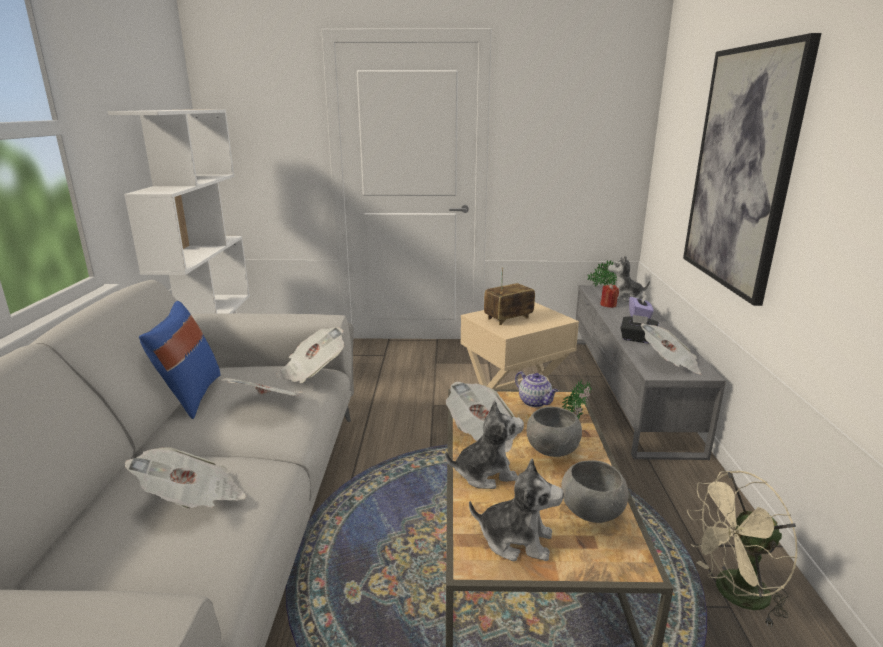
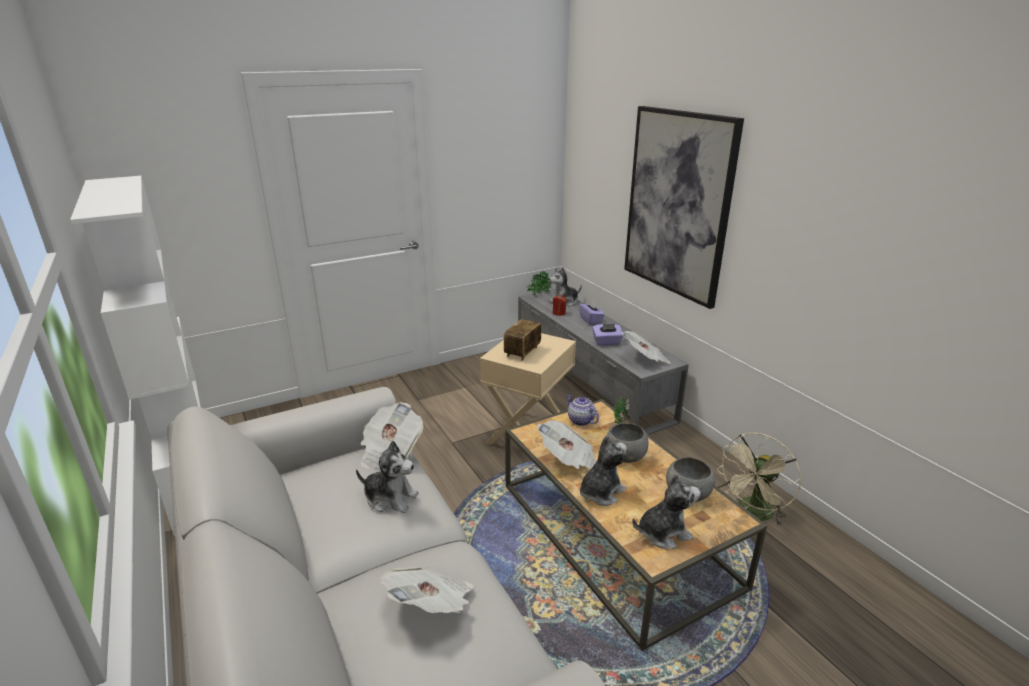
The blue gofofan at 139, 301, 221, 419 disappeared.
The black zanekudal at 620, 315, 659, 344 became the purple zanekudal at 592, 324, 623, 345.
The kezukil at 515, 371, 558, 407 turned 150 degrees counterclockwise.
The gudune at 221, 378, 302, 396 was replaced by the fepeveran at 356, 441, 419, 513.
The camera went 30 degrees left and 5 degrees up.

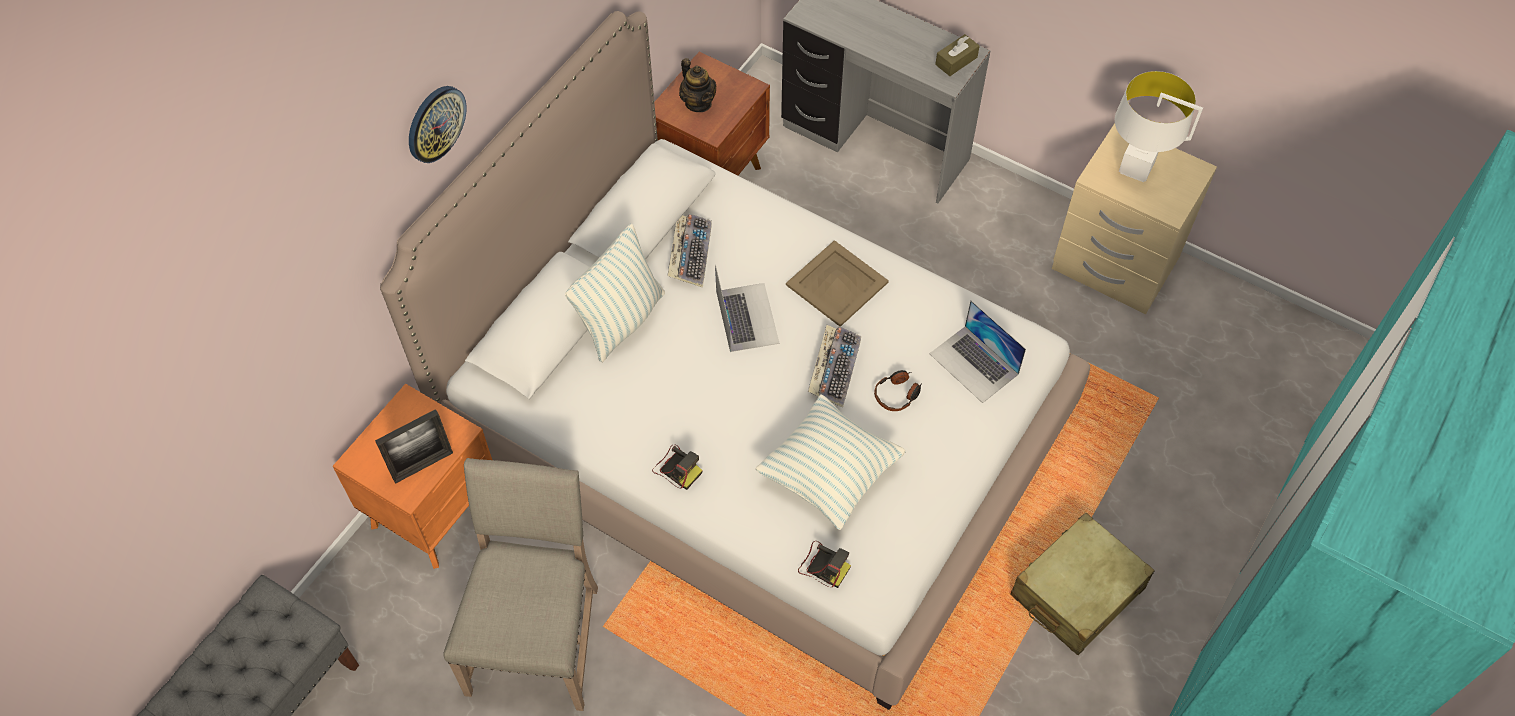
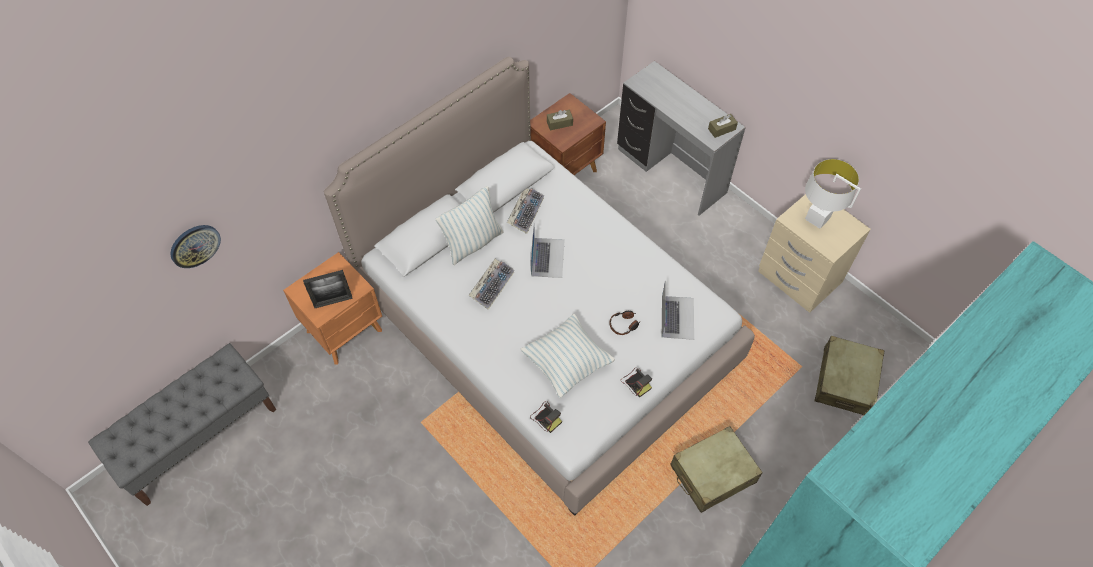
The kezukil at 679, 58, 716, 112 was replaced by the brown zanekudal at 547, 110, 573, 130.
The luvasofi moved from 409, 86, 467, 163 to 170, 225, 221, 268.
The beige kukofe at 786, 240, 889, 327 disappeared.
The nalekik at 929, 300, 1026, 403 turned 150 degrees counterclockwise.
The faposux moved from 808, 325, 861, 407 to 469, 259, 514, 310.
The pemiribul moved from 652, 445, 703, 490 to 621, 367, 652, 397.
The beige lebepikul at 443, 458, 598, 711 disappeared.
The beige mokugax at 814, 336, 885, 415 appeared.
The camera went 15 degrees right and 0 degrees up.

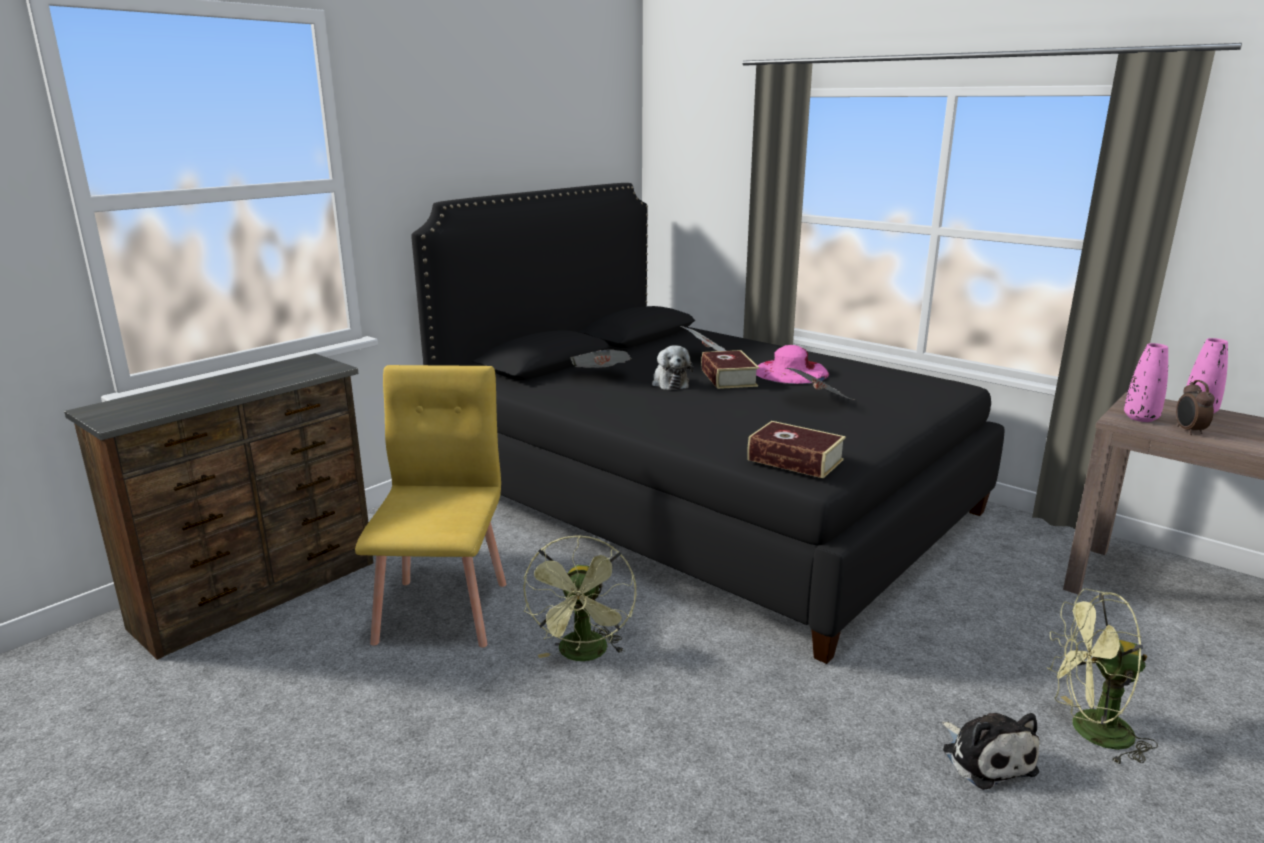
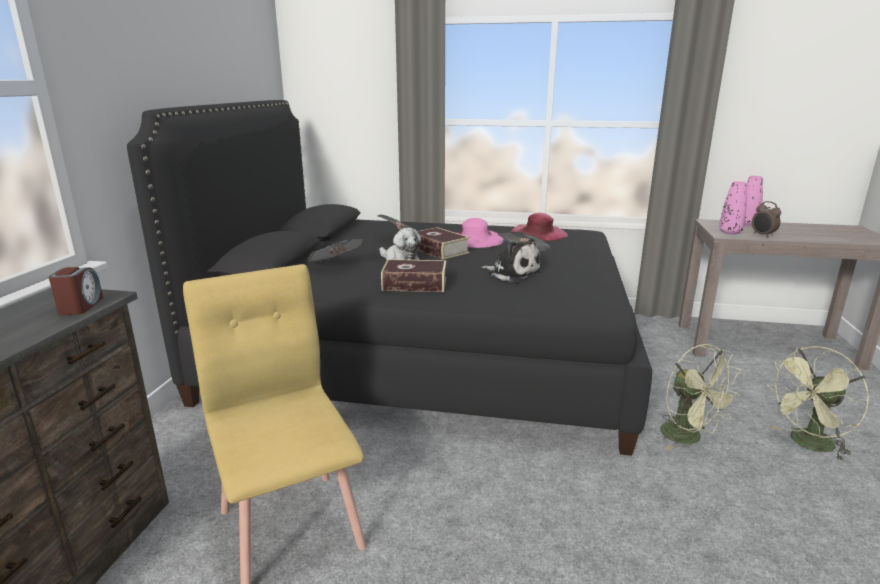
The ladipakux moved from 747, 421, 846, 478 to 381, 259, 446, 292.
The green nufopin moved from 523, 535, 637, 661 to 660, 344, 743, 451.
The fepeveran moved from 942, 713, 1039, 790 to 482, 238, 542, 282.
The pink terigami at 511, 213, 568, 241 appeared.
The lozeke at 49, 267, 103, 315 appeared.
The camera went 30 degrees left and 0 degrees up.

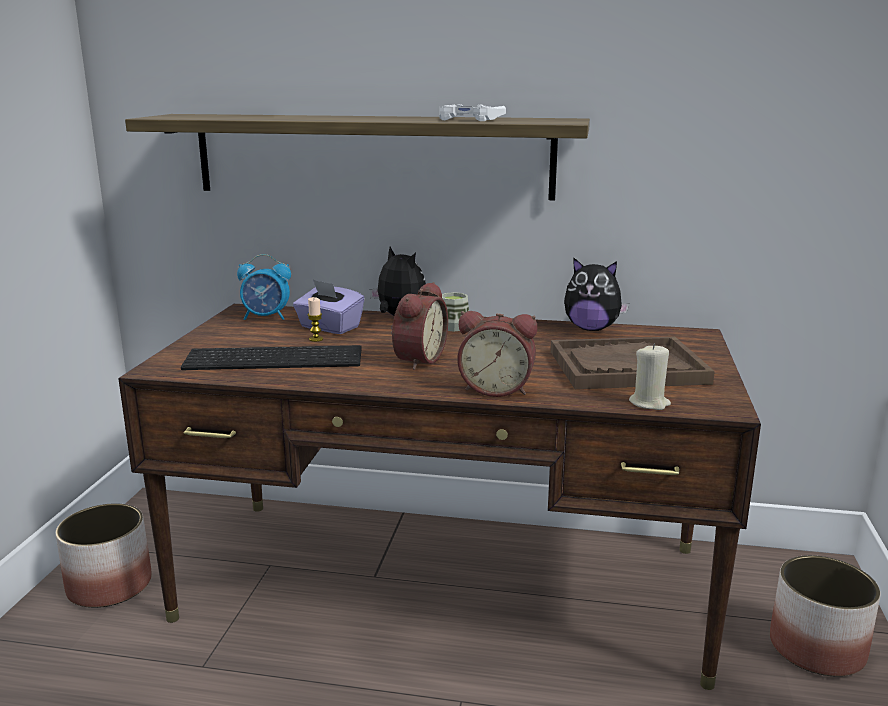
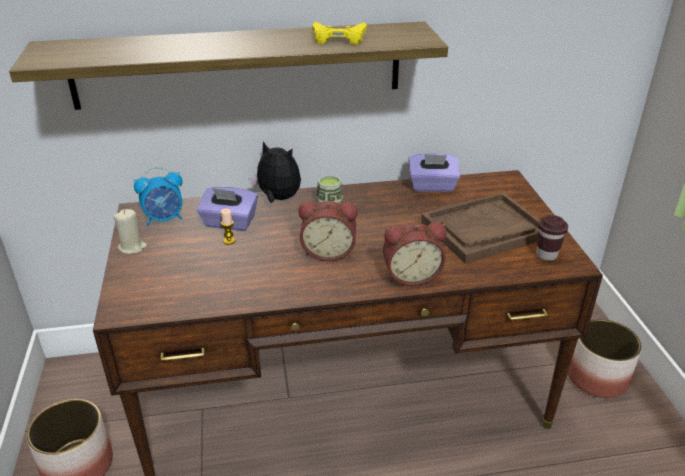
The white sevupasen at 440, 104, 506, 121 became the yellow sevupasen at 312, 21, 367, 45.
The fepeveran at 564, 258, 629, 331 was replaced by the purple zanekudal at 408, 153, 460, 192.
The lozeke at 391, 282, 448, 370 turned 90 degrees clockwise.
The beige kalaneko moved from 629, 344, 671, 410 to 113, 209, 147, 254.
The faposux at 181, 345, 362, 370 disappeared.
The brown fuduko at 537, 215, 568, 261 appeared.
The camera went 20 degrees left and 15 degrees up.

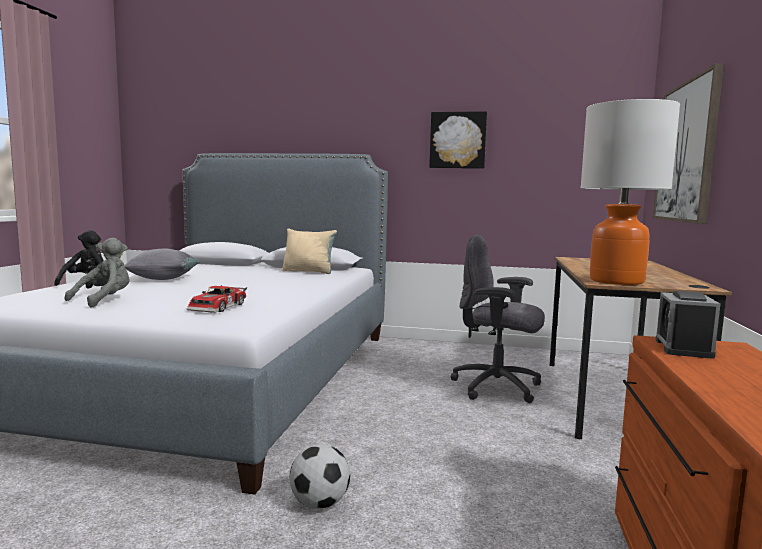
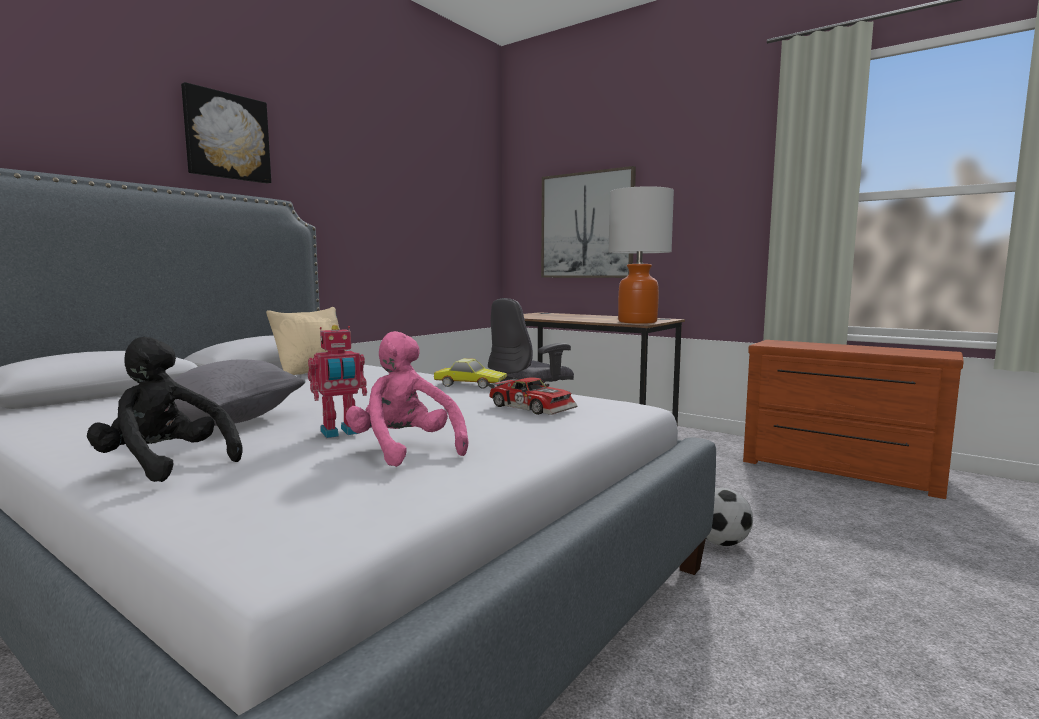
The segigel moved from 429, 111, 487, 169 to 181, 82, 271, 183.
The grey fepeveran at 65, 238, 129, 308 became the pink fepeveran at 346, 331, 468, 467.
The lozeke at 656, 291, 720, 359 disappeared.
The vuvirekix at 308, 325, 367, 438 appeared.
The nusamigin at 434, 358, 507, 389 appeared.
The camera went 65 degrees left and 0 degrees up.

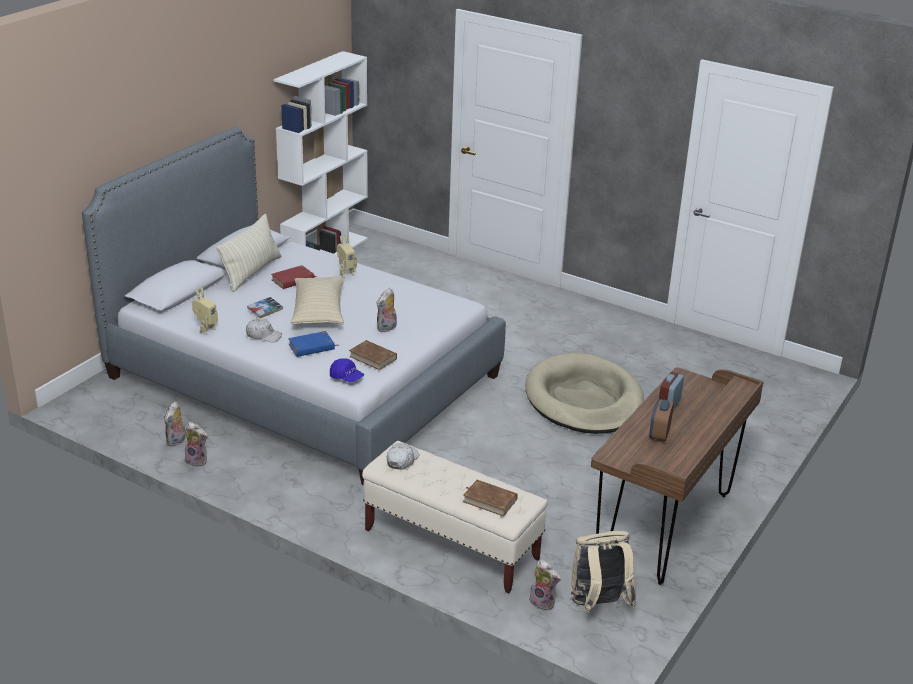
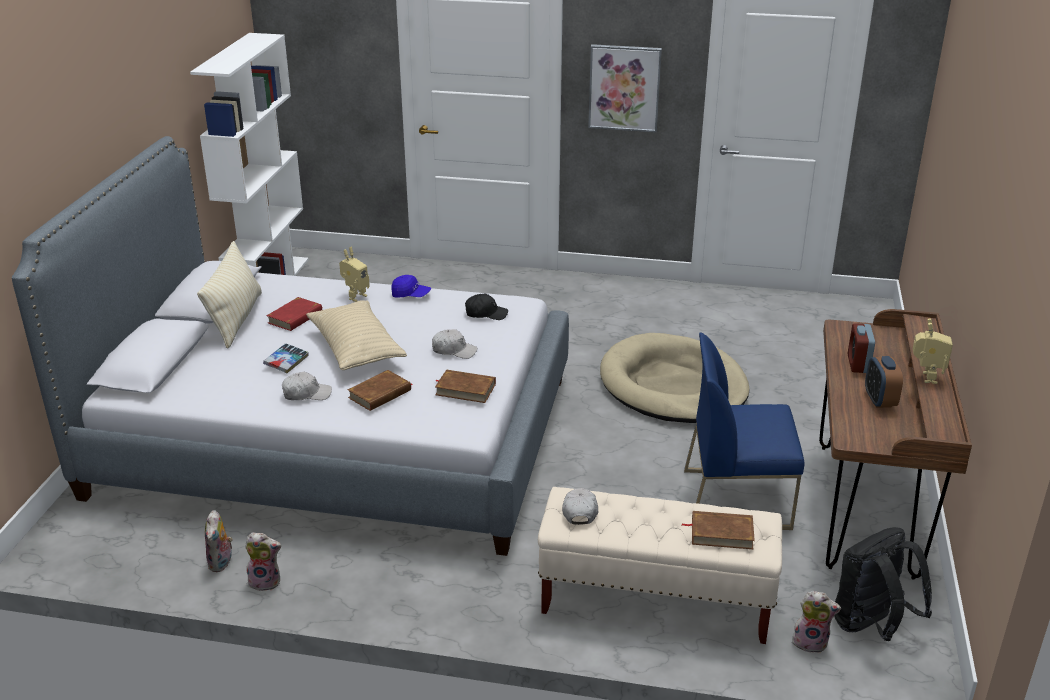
The vuvirekix moved from 192, 288, 218, 335 to 913, 318, 953, 384.
The fepeveran at 376, 288, 397, 332 was replaced by the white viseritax at 432, 329, 478, 359.
The blue ladipakux at 288, 331, 339, 357 became the brown ladipakux at 348, 370, 413, 411.
The blue viseritax moved from 330, 359, 364, 382 to 391, 275, 431, 298.
The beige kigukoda at 571, 531, 637, 613 became the black kigukoda at 834, 527, 932, 641.
The segigel at 588, 44, 662, 132 appeared.
The black viseritax at 465, 293, 508, 320 appeared.
The blue lebepikul at 684, 332, 804, 530 appeared.
The camera went 20 degrees left and 0 degrees up.

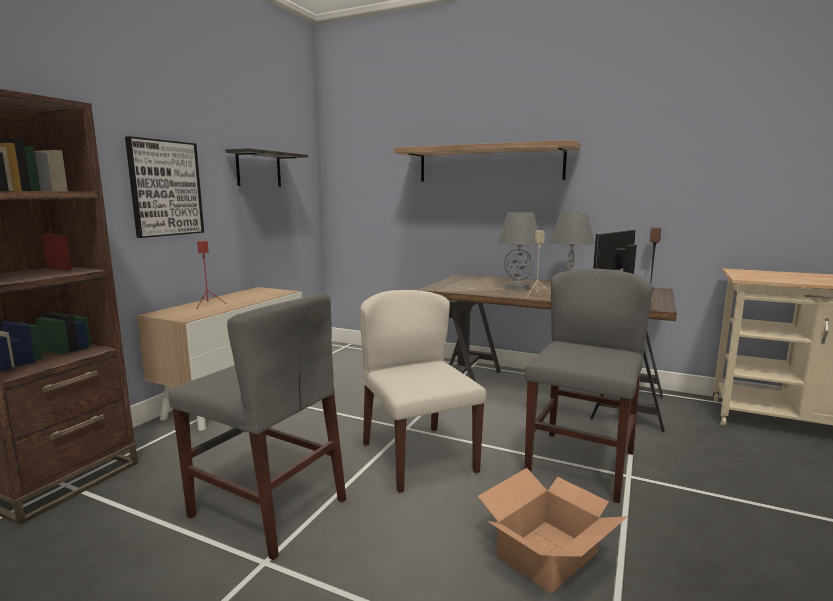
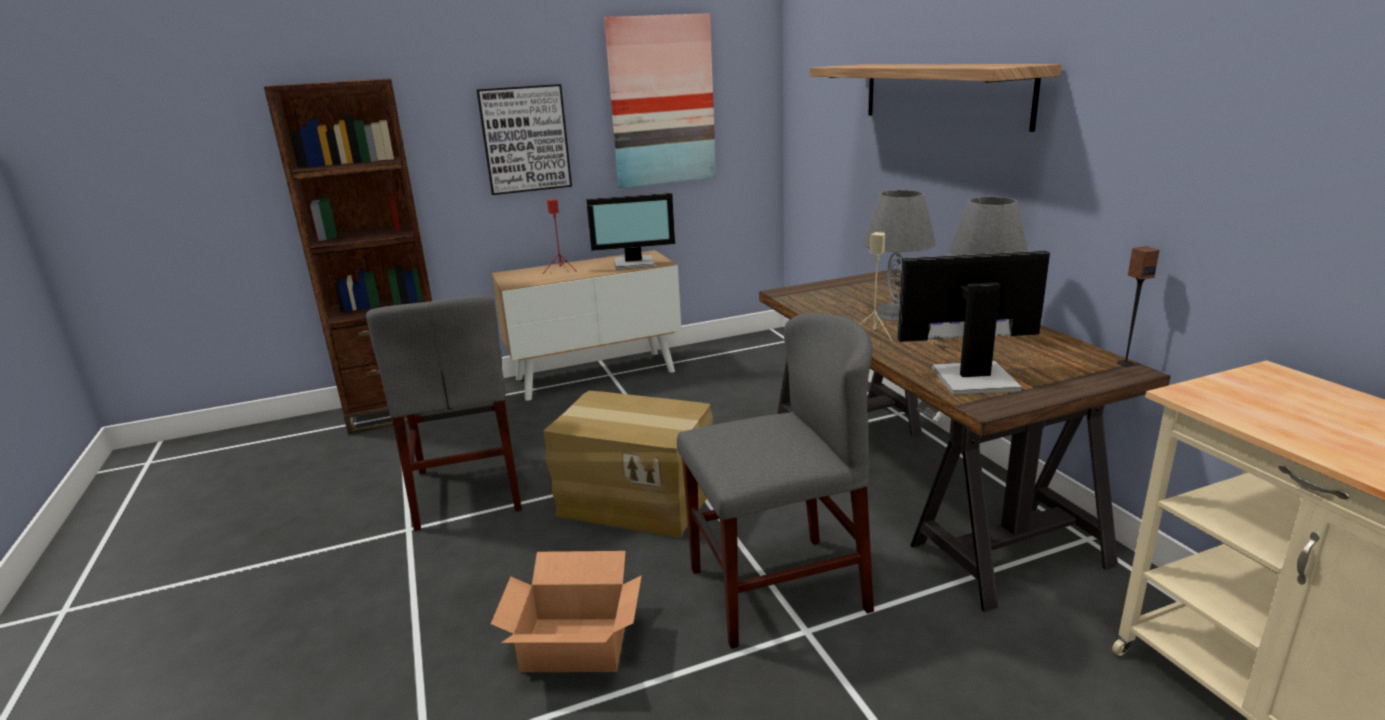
The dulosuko at 225, 148, 308, 187 was replaced by the segigel at 604, 13, 716, 188.
The beige lebepikul at 360, 290, 486, 493 was replaced by the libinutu at 544, 391, 713, 538.
The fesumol at 586, 193, 675, 270 appeared.
The camera went 45 degrees right and 10 degrees up.

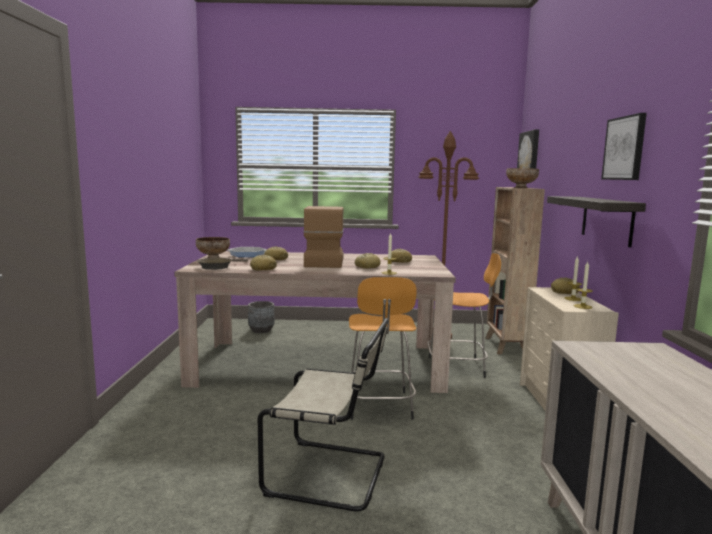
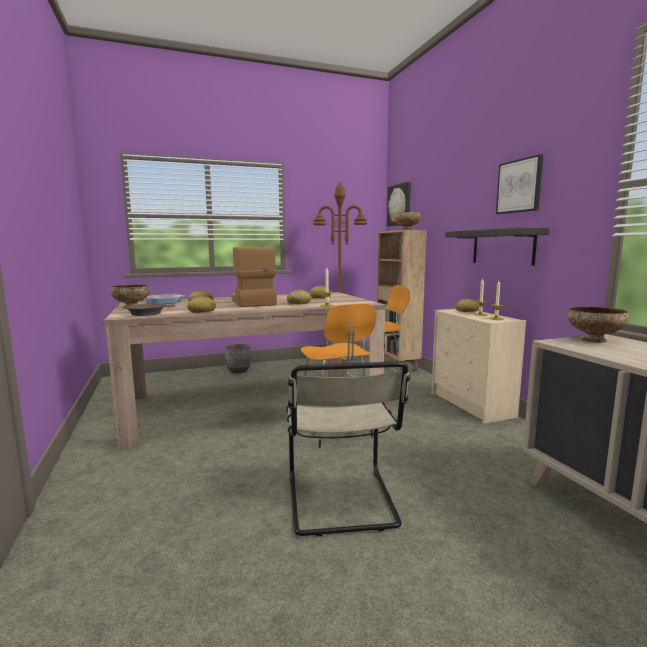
The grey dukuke moved from 248, 301, 275, 333 to 225, 344, 251, 374.
The beige lebepikul at 258, 318, 389, 511 turned 90 degrees clockwise.
The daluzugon at 568, 306, 629, 343 appeared.
The camera went 20 degrees left and 0 degrees up.

